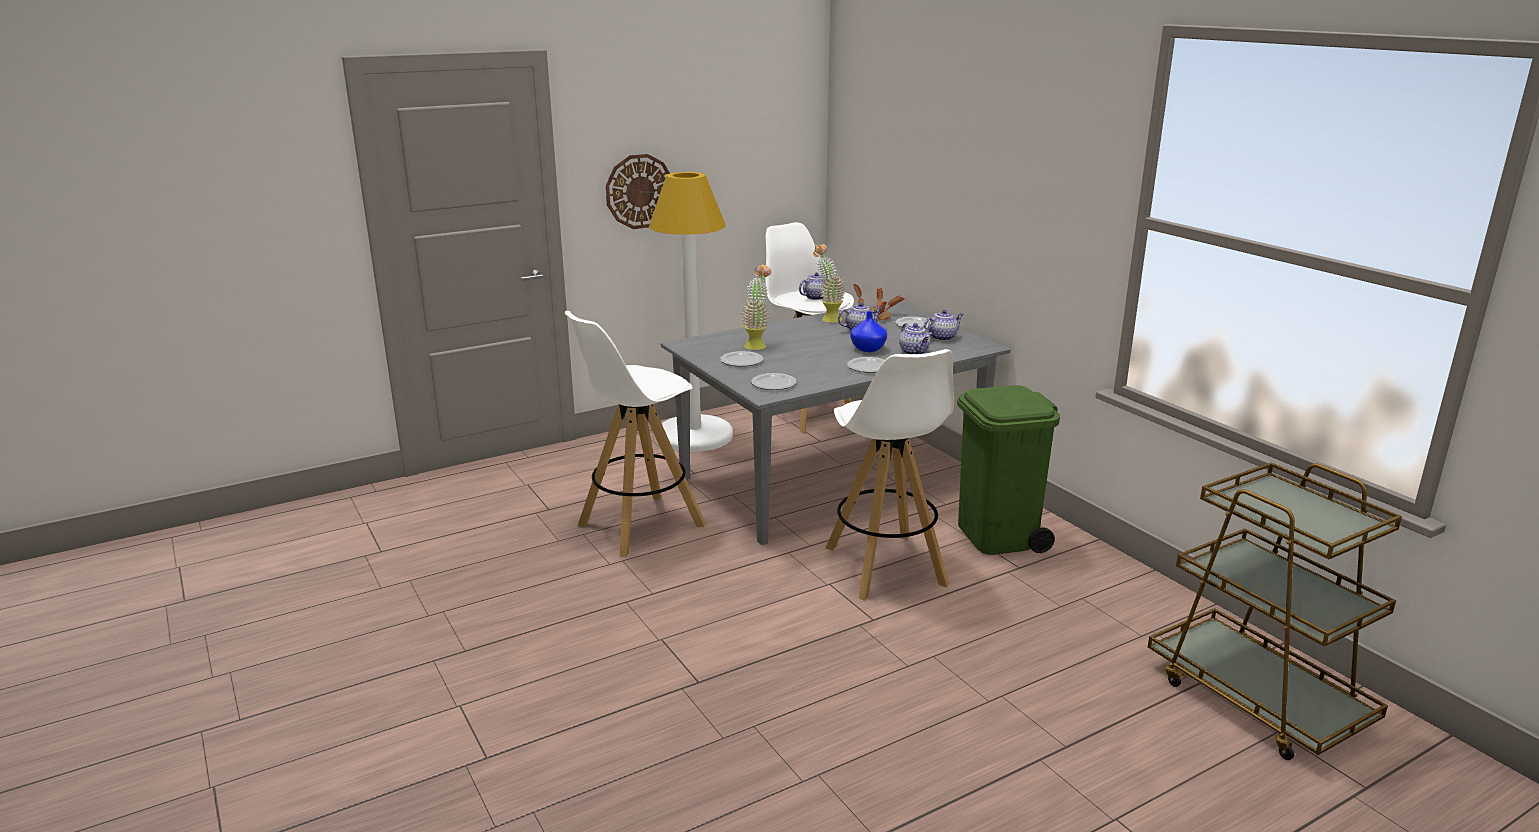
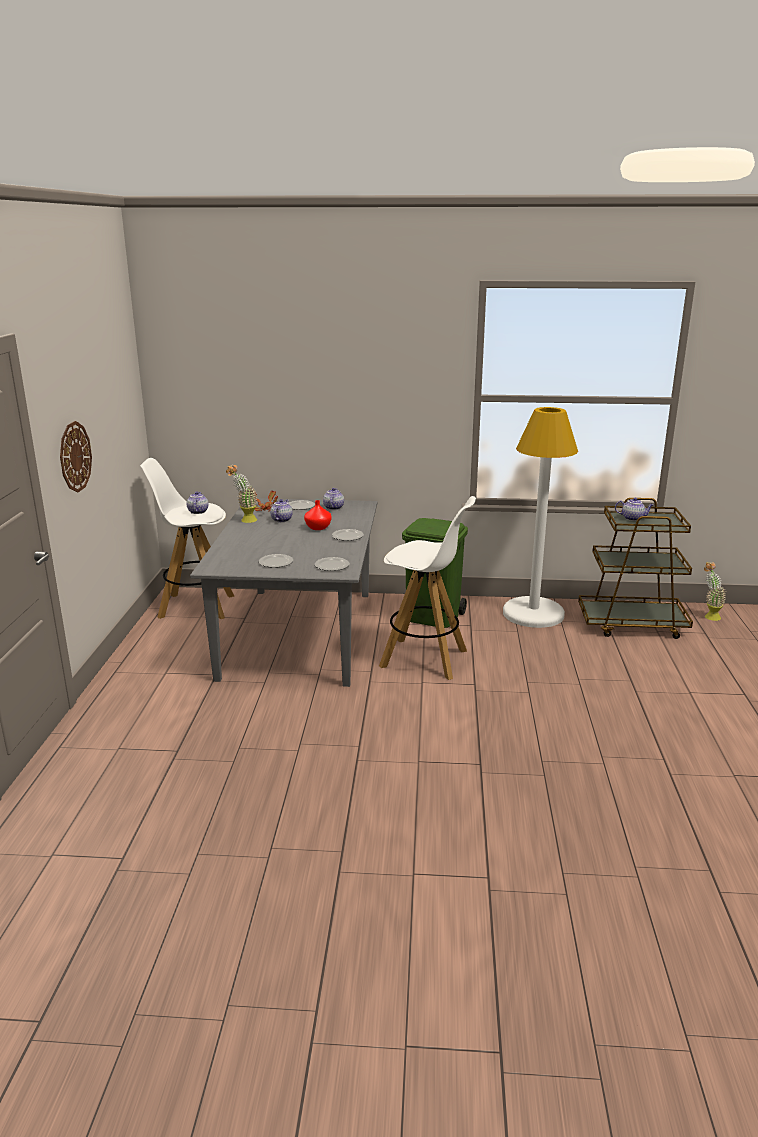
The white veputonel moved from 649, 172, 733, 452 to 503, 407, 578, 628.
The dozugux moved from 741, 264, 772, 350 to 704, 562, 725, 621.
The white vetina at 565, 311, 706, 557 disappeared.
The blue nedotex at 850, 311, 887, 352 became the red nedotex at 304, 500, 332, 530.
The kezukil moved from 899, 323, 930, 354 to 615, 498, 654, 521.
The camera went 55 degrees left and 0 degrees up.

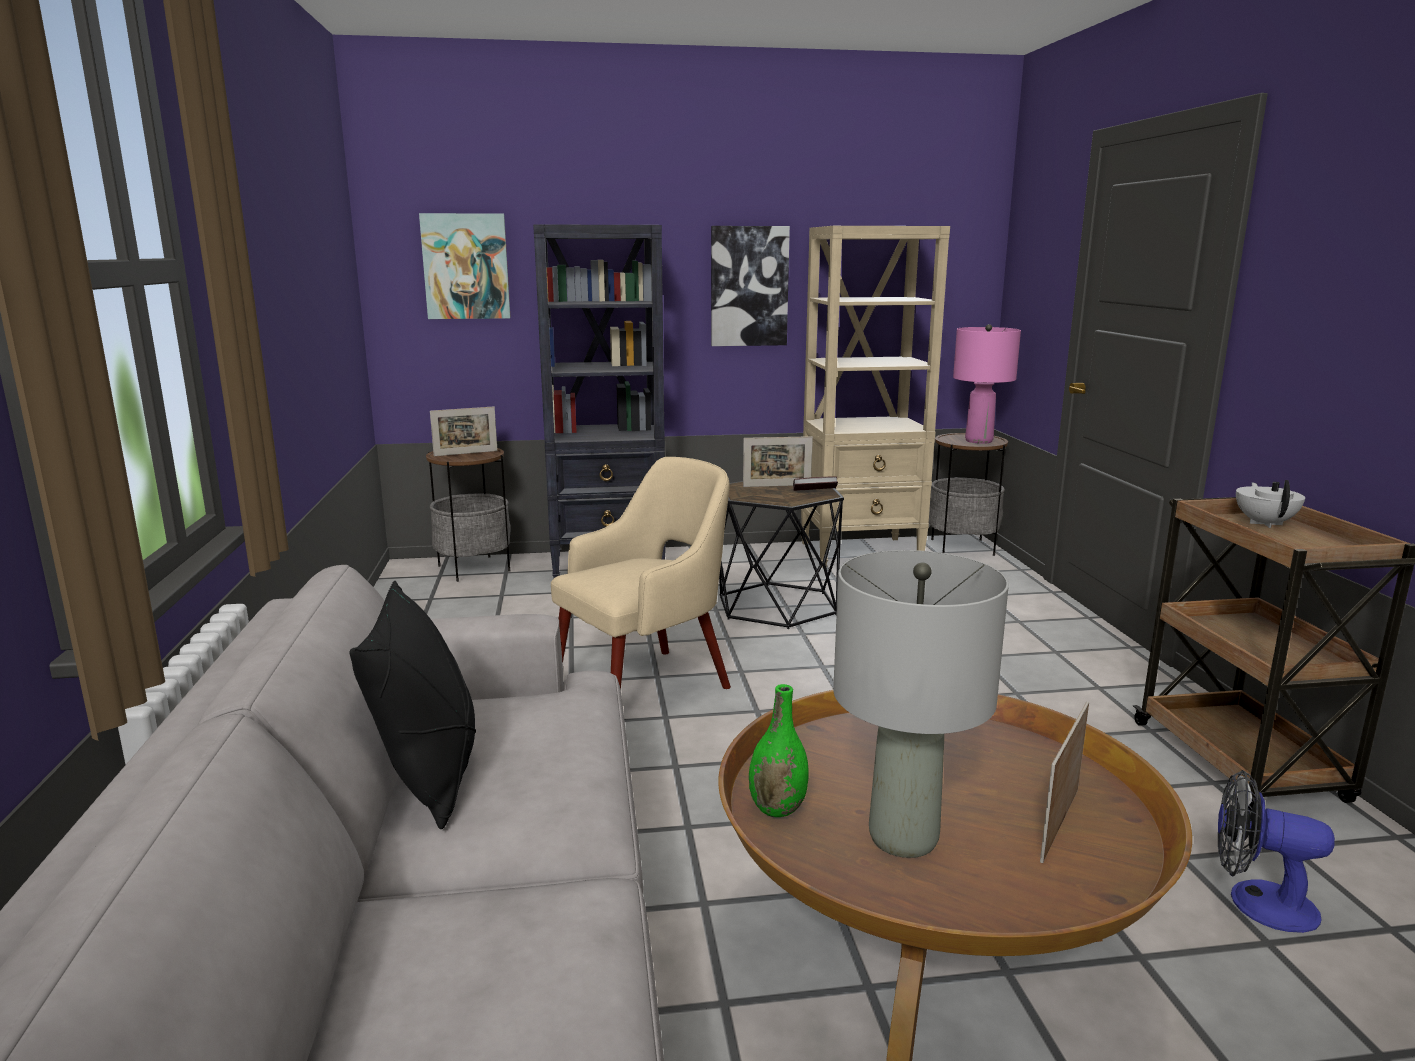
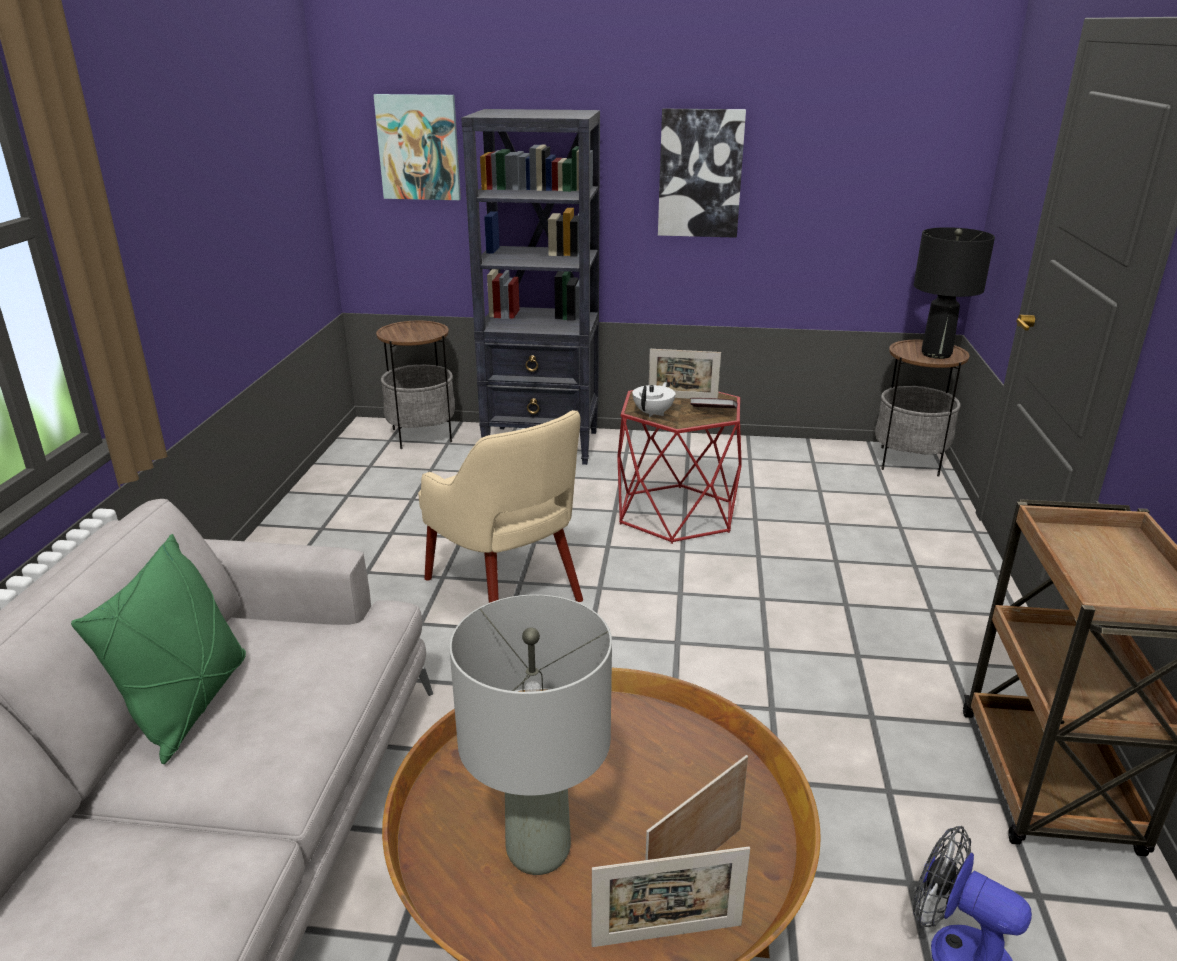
The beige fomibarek at 801, 226, 950, 568 disappeared.
The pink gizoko at 953, 324, 1021, 444 became the black gizoko at 914, 227, 995, 359.
The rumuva moved from 430, 406, 498, 456 to 592, 847, 750, 947.
The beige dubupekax at 551, 457, 731, 690 turned 75 degrees clockwise.
The white kezukil moved from 1236, 480, 1305, 528 to 632, 382, 675, 417.
The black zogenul at 719, 481, 844, 629 became the red zogenul at 617, 390, 742, 544.
The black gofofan at 350, 581, 476, 829 became the green gofofan at 71, 534, 246, 764.
The green nedotex at 749, 684, 809, 817 disappeared.
The camera went 15 degrees right and 10 degrees up.

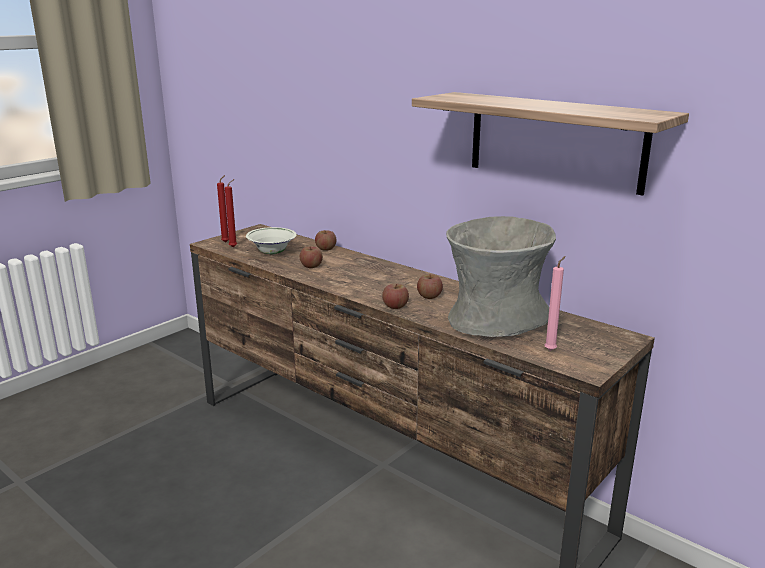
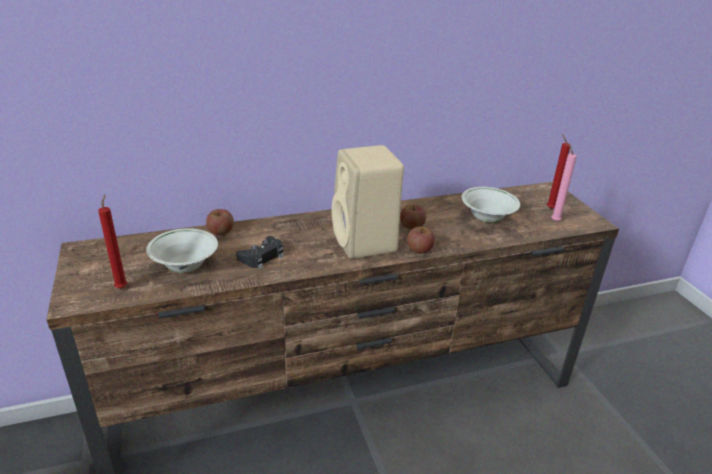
The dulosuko at 412, 92, 689, 196 disappeared.
The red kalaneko moved from 217, 175, 229, 242 to 547, 134, 570, 209.
The grey nedotex at 446, 216, 556, 337 was replaced by the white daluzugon at 462, 187, 520, 223.
The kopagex at 300, 247, 323, 268 was replaced by the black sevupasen at 236, 236, 284, 269.
The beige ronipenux at 332, 145, 404, 259 appeared.
The camera went 60 degrees left and 10 degrees up.

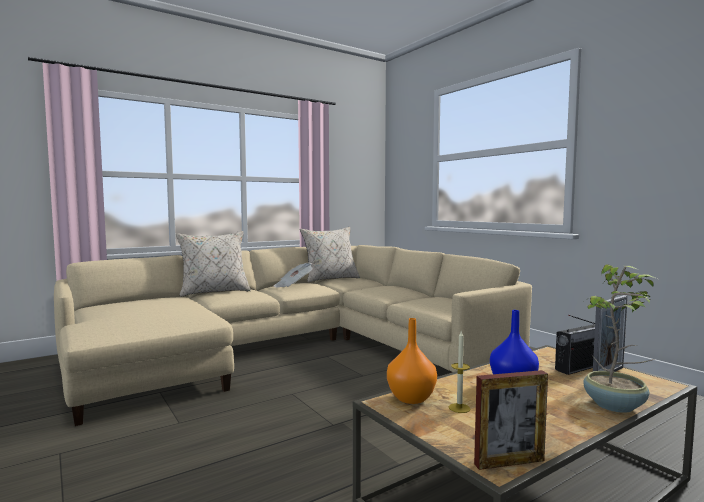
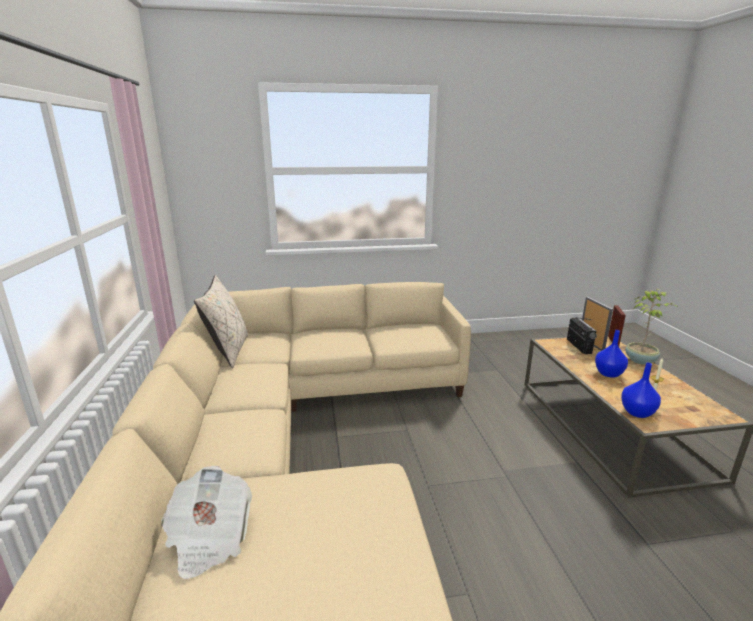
The beige gofofan at 176, 231, 251, 296 disappeared.
The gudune moved from 273, 262, 313, 287 to 161, 466, 252, 579.
The orange nedotex at 387, 318, 437, 404 became the blue nedotex at 621, 363, 661, 418.
The rumuva moved from 474, 370, 548, 470 to 608, 305, 626, 347.
The camera went 65 degrees left and 15 degrees up.

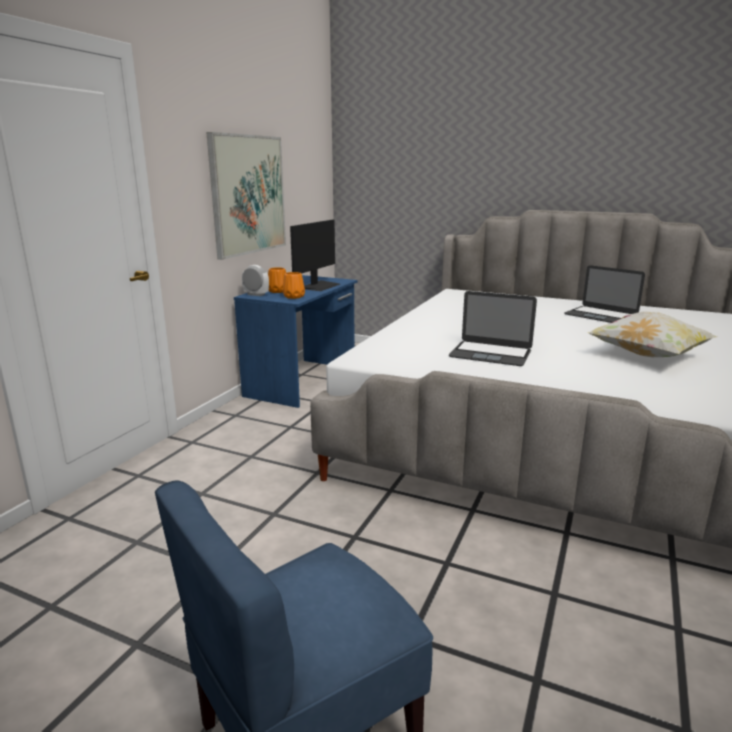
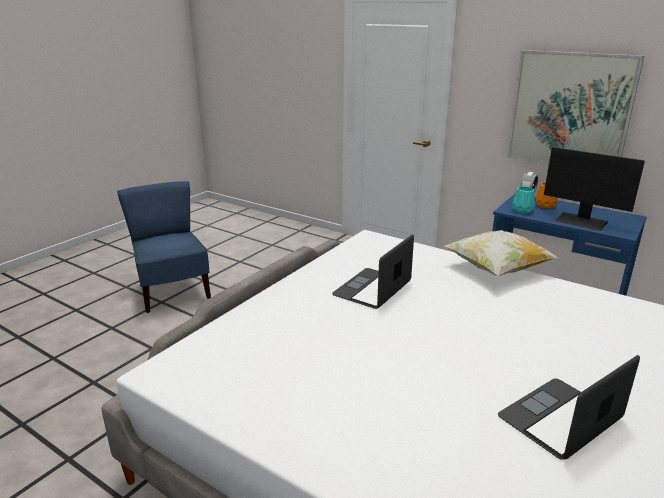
The orange nedotex at 283, 272, 305, 299 became the turquoise nedotex at 512, 187, 535, 214.
The gofofan moved from 588, 311, 717, 357 to 445, 230, 558, 276.
The camera went 100 degrees right and 5 degrees up.

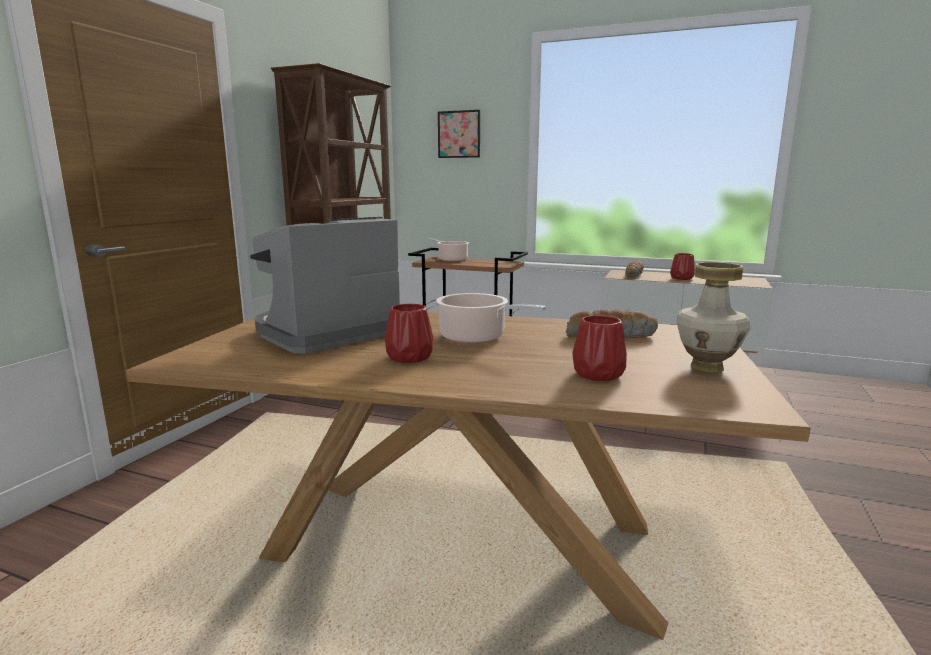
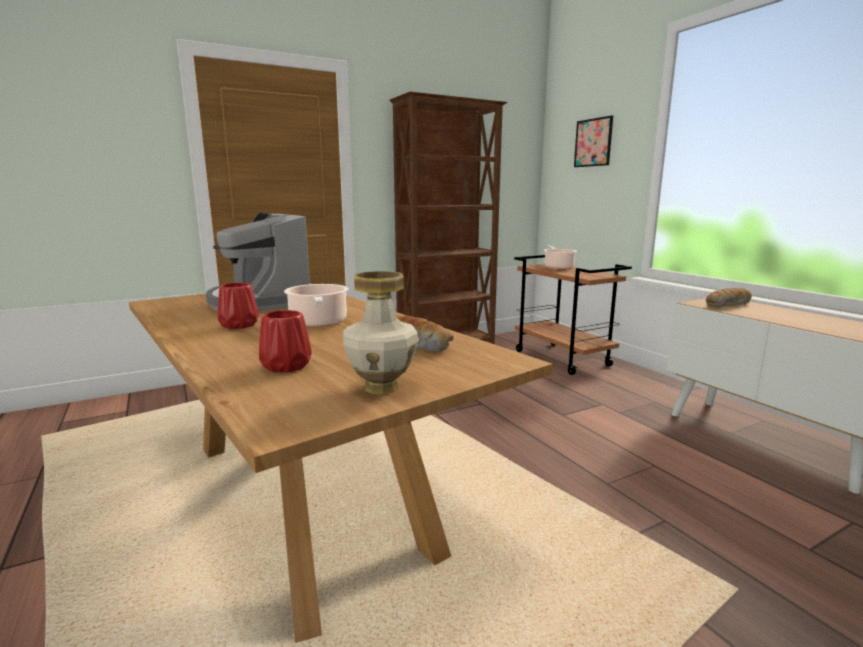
The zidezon at 250, 217, 400, 354 turned 120 degrees counterclockwise.
The red nedotex at 670, 253, 695, 280 disappeared.
The camera went 40 degrees right and 0 degrees up.

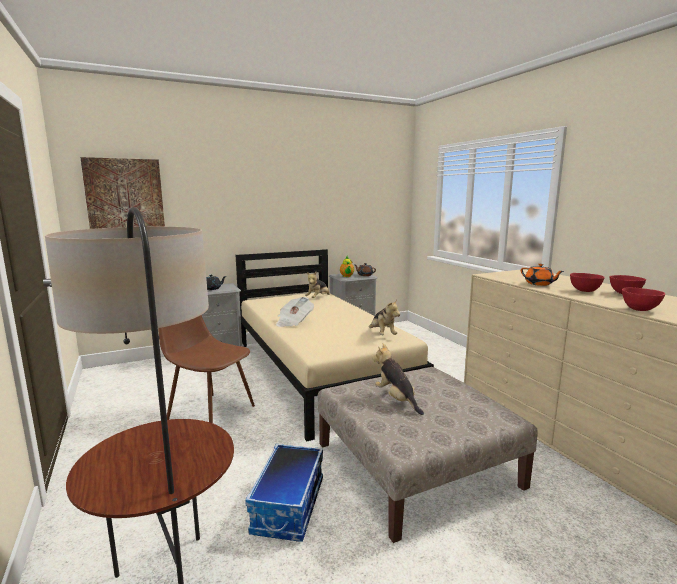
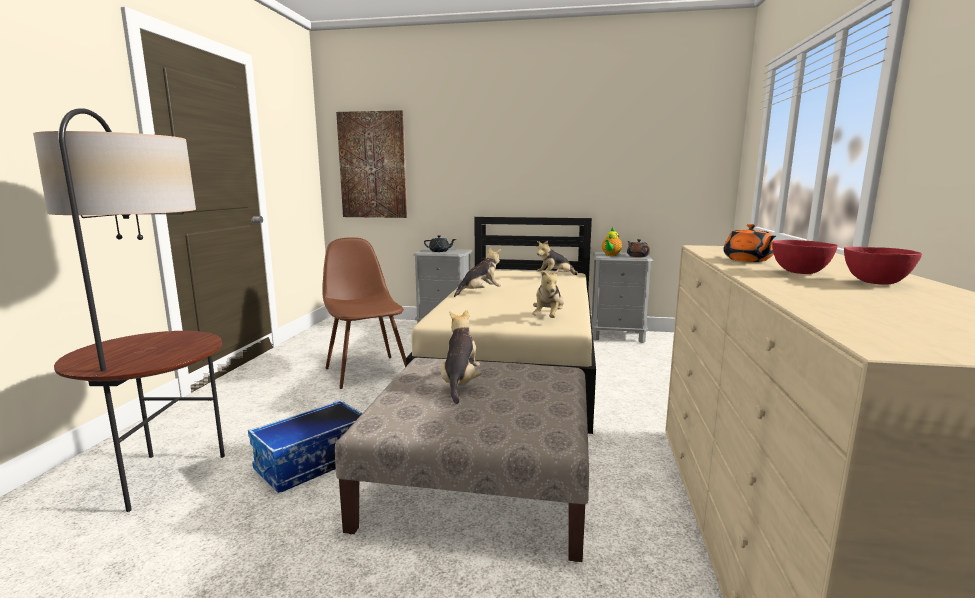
The red daluzugon at 622, 287, 665, 311 disappeared.
The gudune at 276, 297, 314, 327 was replaced by the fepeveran at 454, 247, 501, 297.
The camera went 35 degrees right and 0 degrees up.

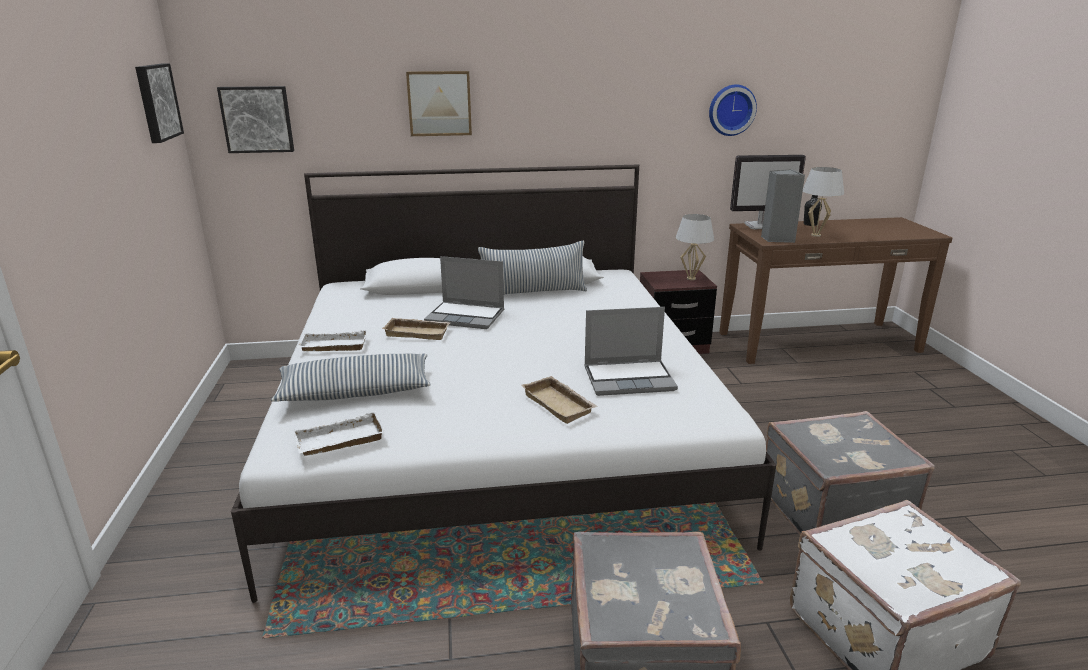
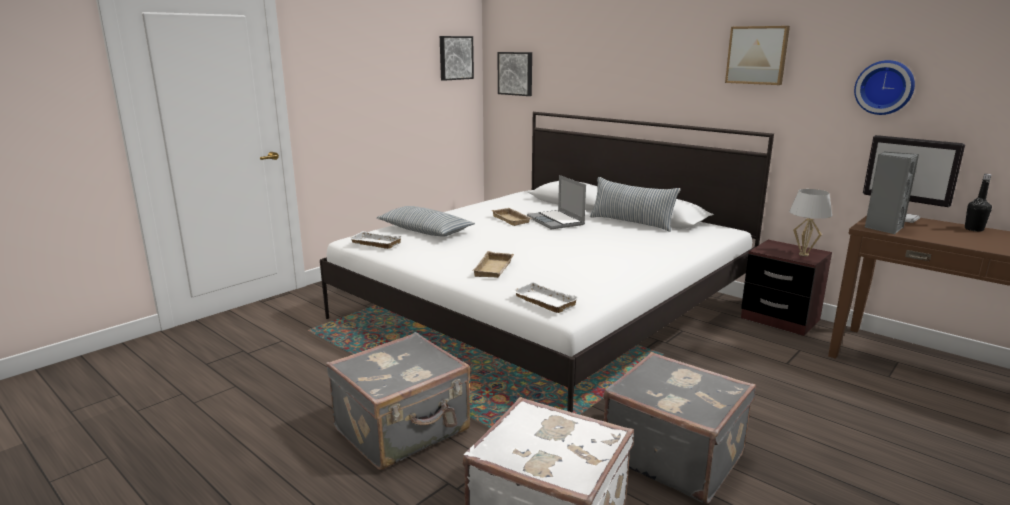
The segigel moved from 406, 71, 472, 136 to 725, 26, 790, 85.
The white gizoko at 803, 167, 844, 237 disappeared.
The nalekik at 584, 307, 678, 396 disappeared.
The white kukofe moved from 297, 330, 368, 351 to 512, 282, 579, 313.
The camera went 50 degrees right and 5 degrees down.

